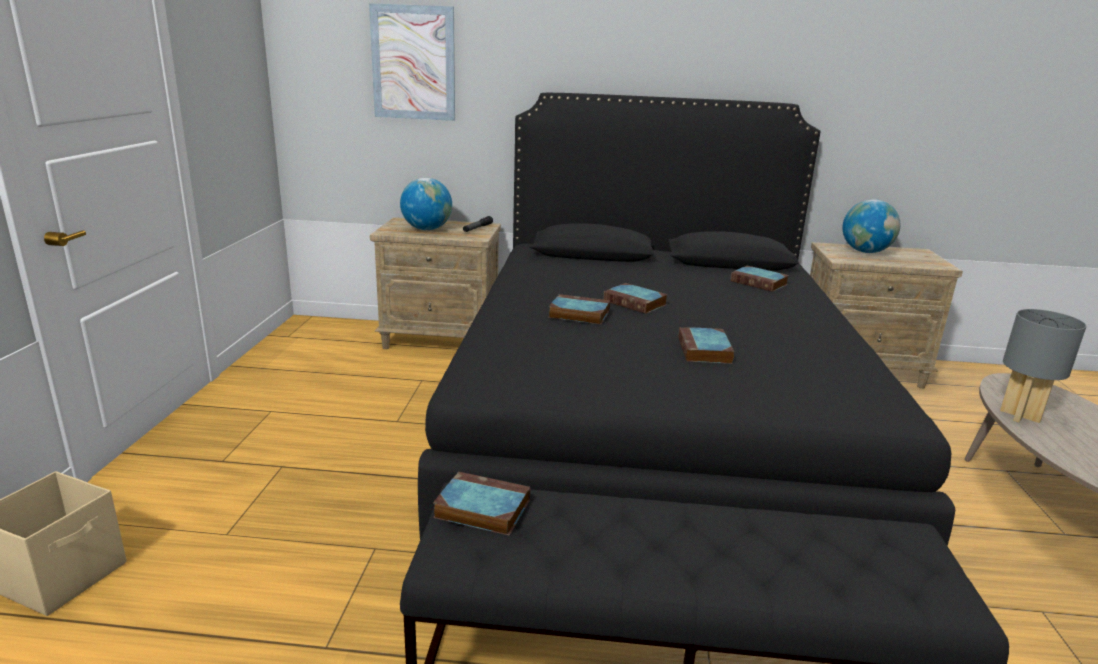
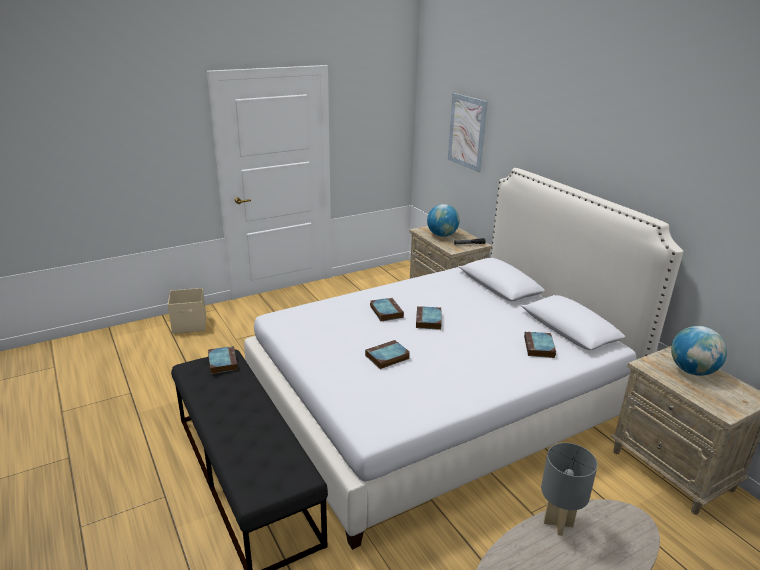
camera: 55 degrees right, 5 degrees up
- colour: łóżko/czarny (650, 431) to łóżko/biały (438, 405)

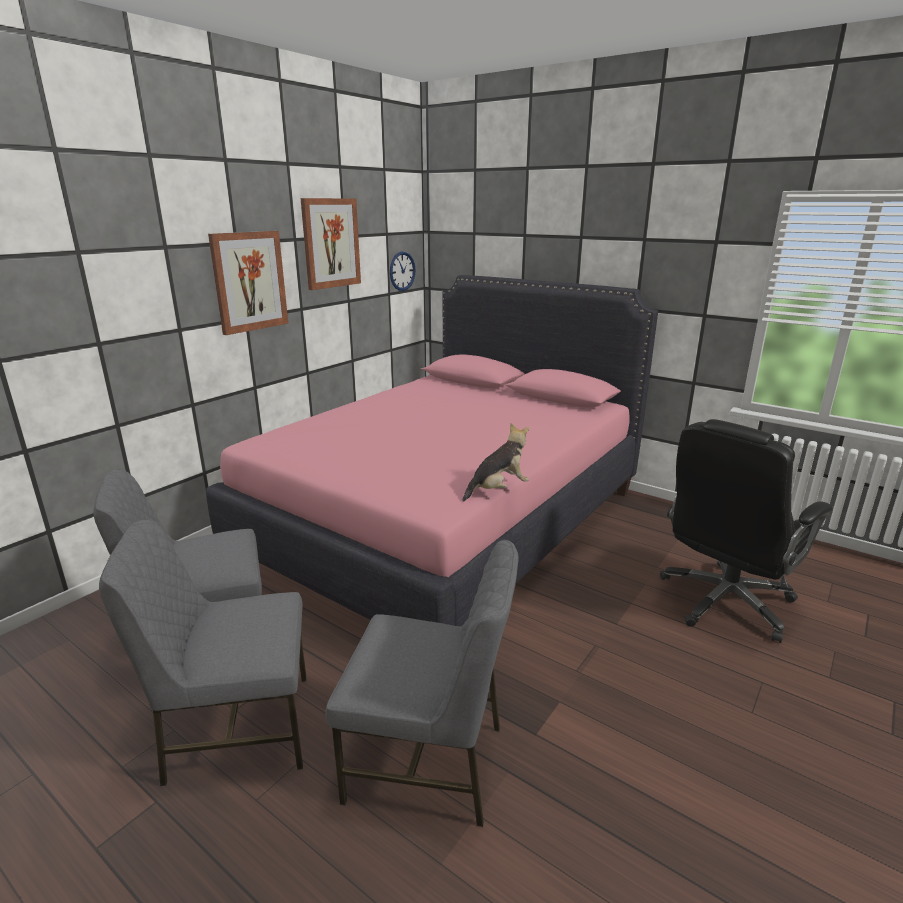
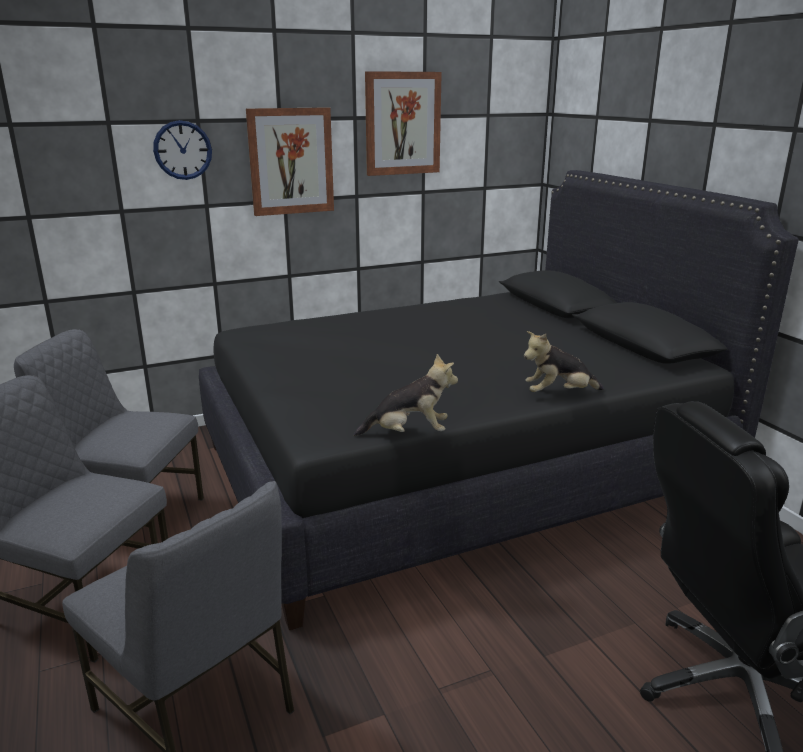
camera: 30 degrees right, 0 degrees up
- relocated: zegar ścienny (402, 271) to (182, 150)
- colour: łóżko/różowy (446, 522) to łóżko/czarny (455, 470)
- appeared: pluszak (558, 394)

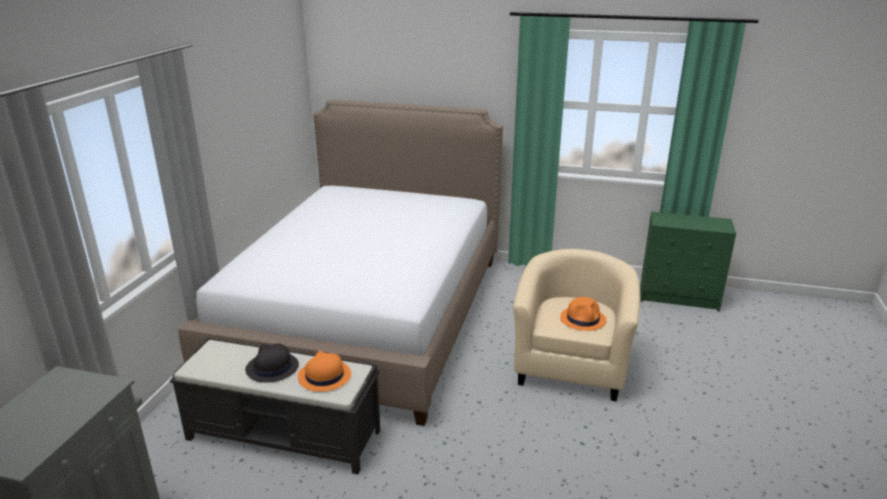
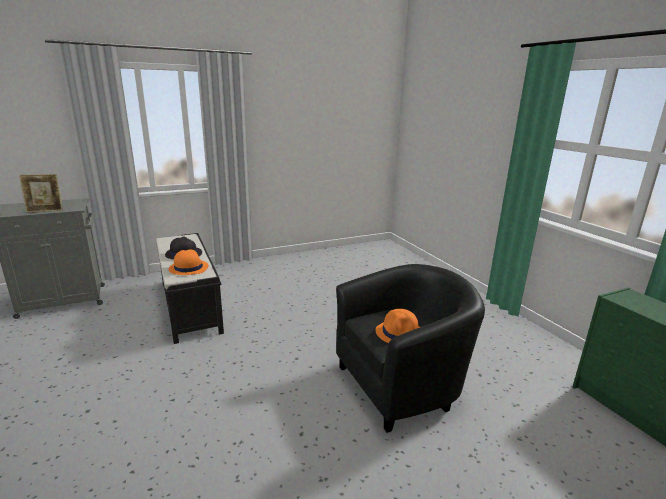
camera: 50 degrees right, 5 degrees down
- missing: łóżko (367, 315)
- colour: fotel/beżowy (571, 366) to fotel/czarny (402, 384)
- appeared: ramka na zdjęcie (45, 211)

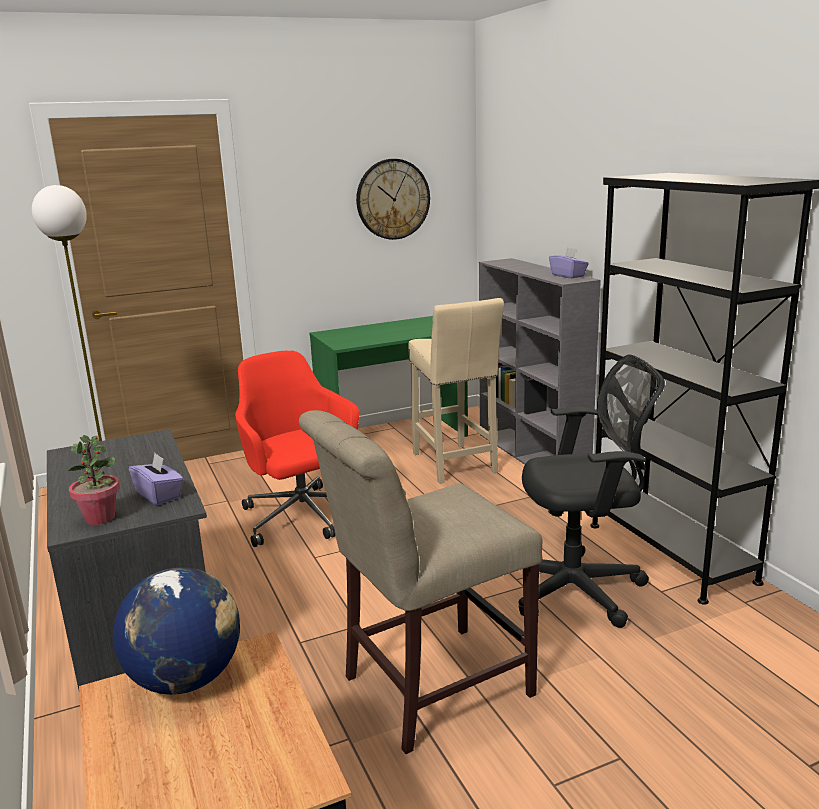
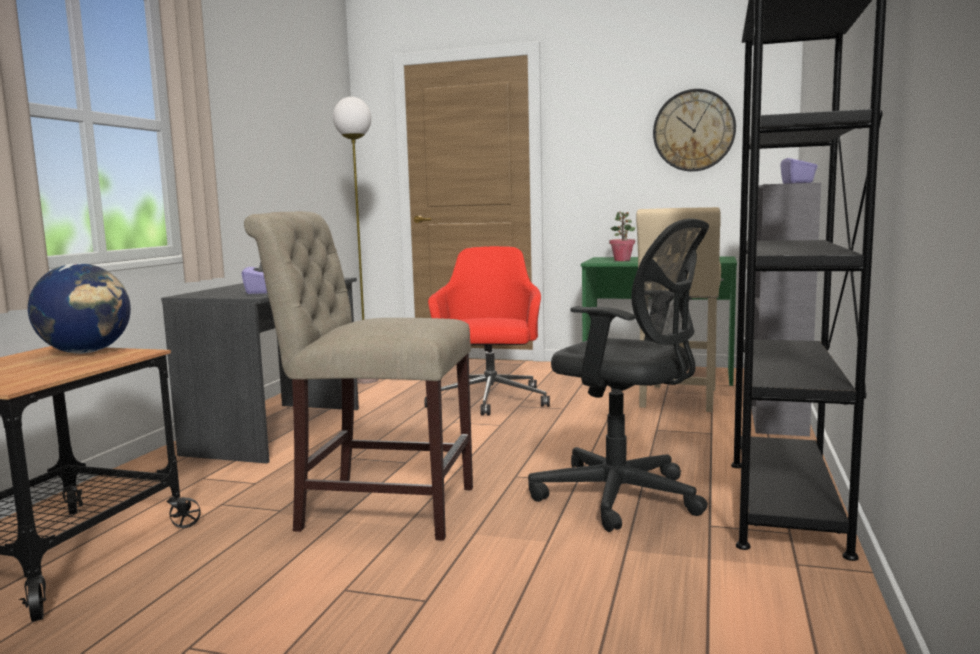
camera: 40 degrees right, 10 degrees down
- relocated: roślina doniczkowa (100, 518) to (622, 260)

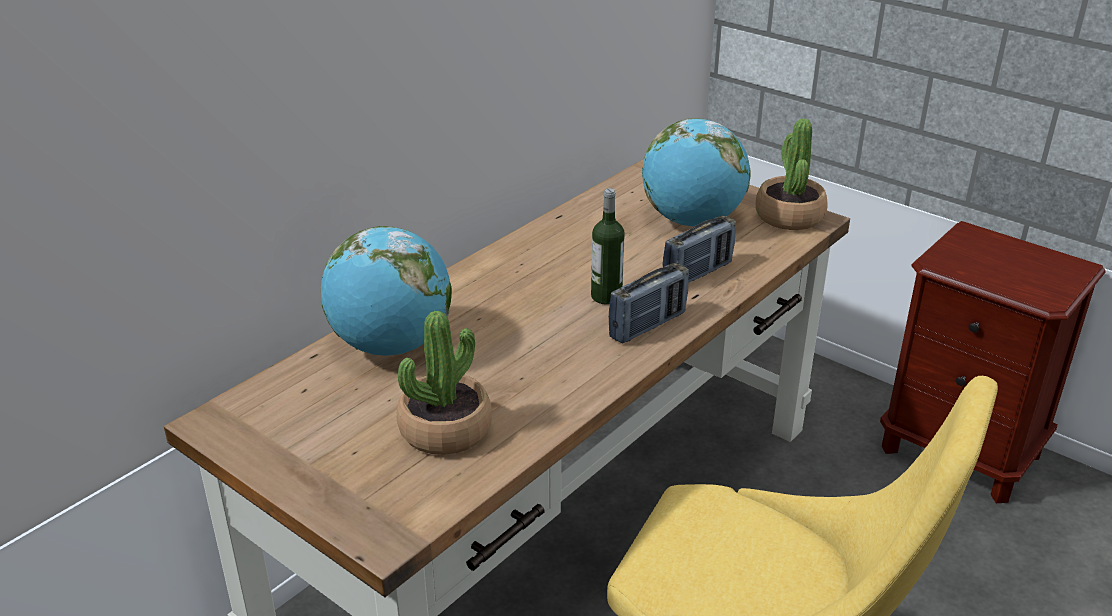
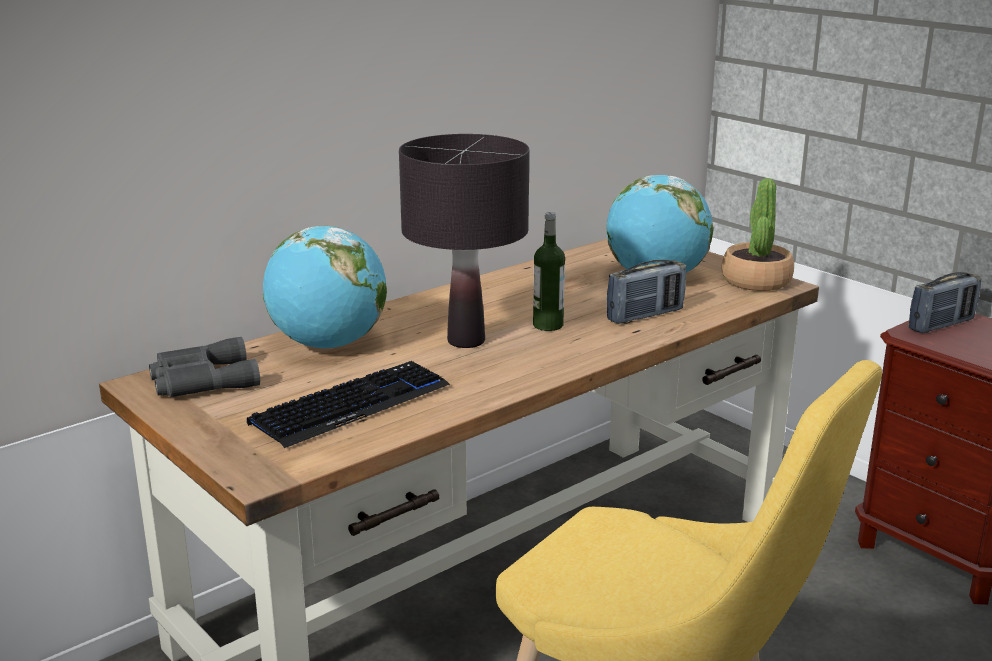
camera: 10 degrees right, 10 degrees down
- relocated: radio (647, 325) to (941, 325)
- exchanged: roślina doniczkowa (445, 429) to klawiatura (351, 405)
- appeared: lampa stołowa/czarny (465, 341)
- appeared: lornetka/szary (201, 380)

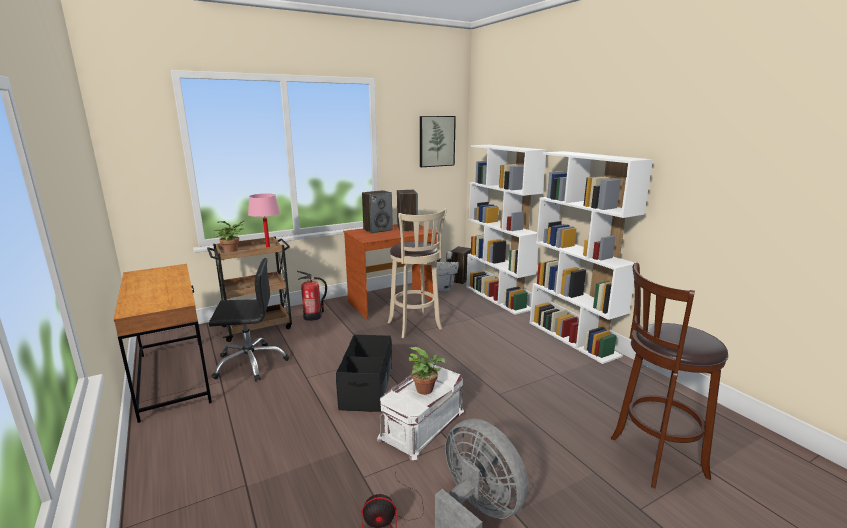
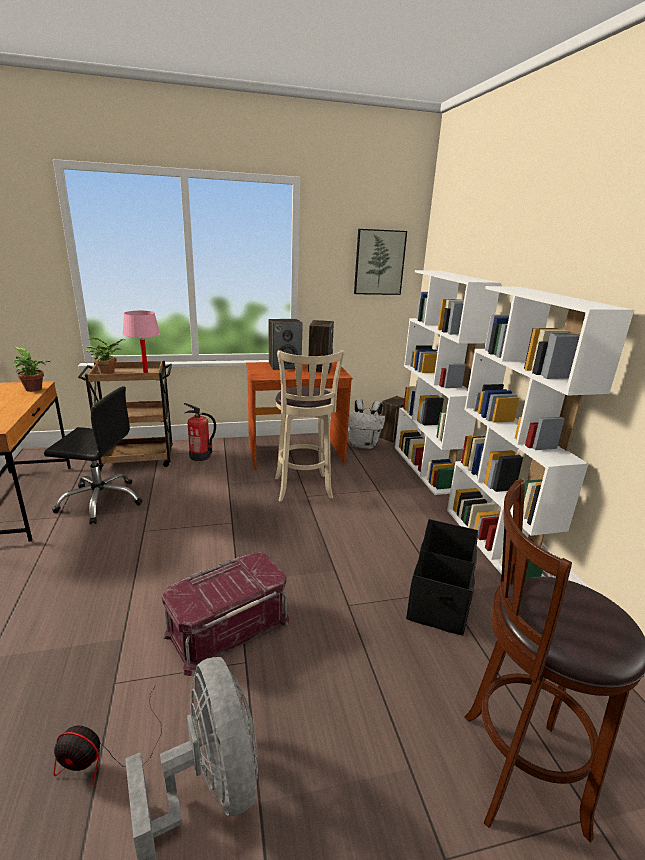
camera: 15 degrees right, 5 degrees up
- relocated: pojemnik do przechowywania/czarny (367, 388) to (441, 593)
- relocated: roślina doniczkowa (427, 390) to (35, 389)
- colour: pojemnik do przechowywania/biały (422, 425) to pojemnik do przechowywania/czerwony (227, 626)

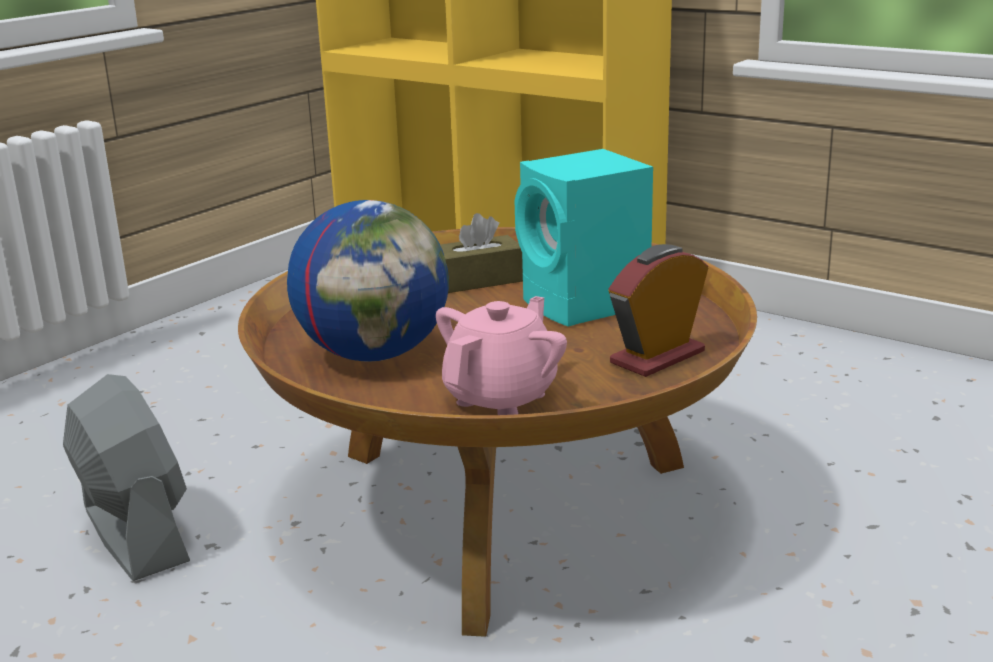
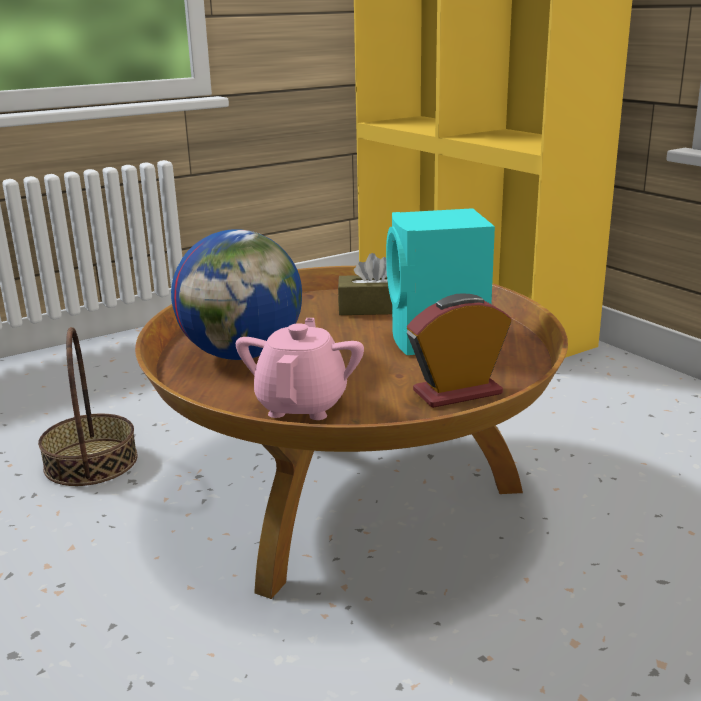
camera: 20 degrees right, 0 degrees up
- spun: imbryk/różowy (502, 397) = (302, 405) 45 degrees counterclockwise
- exchanged: wentylator/szary (135, 534) to koszyk (90, 462)

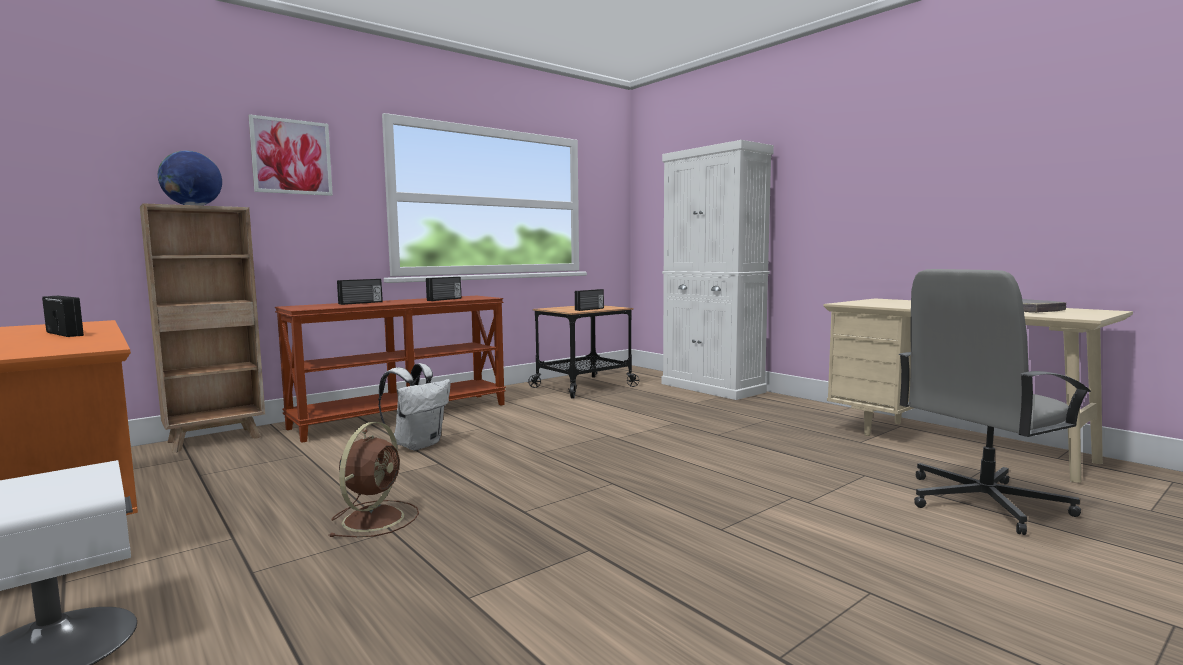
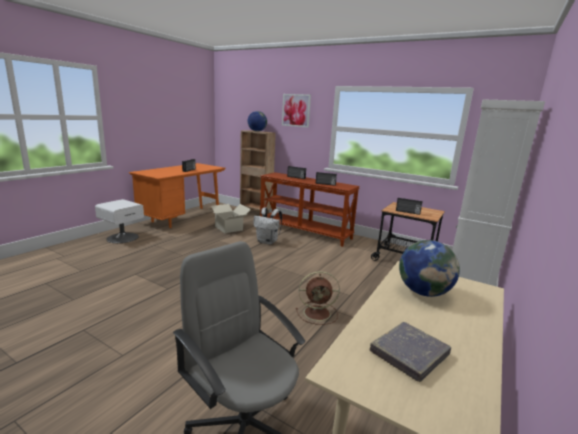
camera: 70 degrees right, 10 degrees up
- relocated: wentylator/brązowy (375, 518) to (318, 313)
- appeared: karton (229, 228)
- appeared: globus (423, 292)

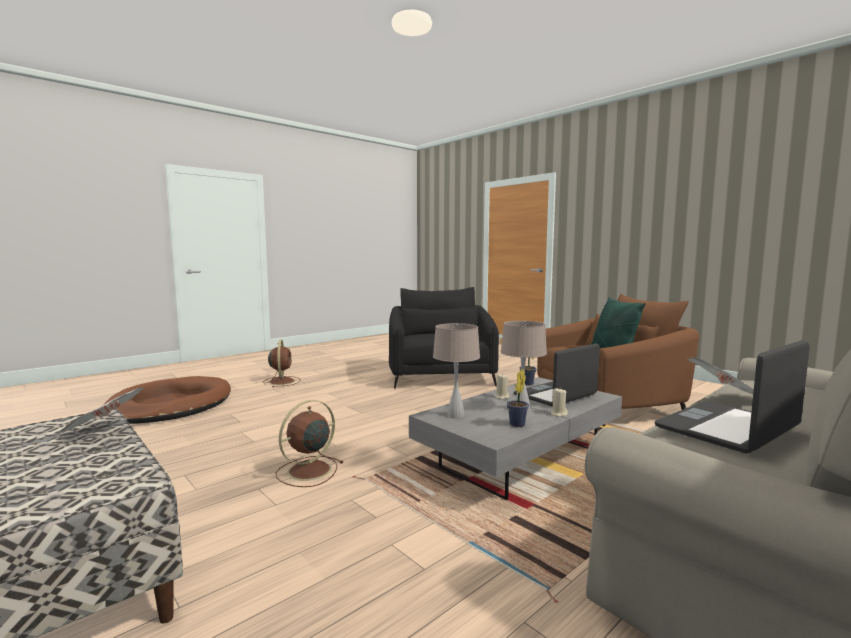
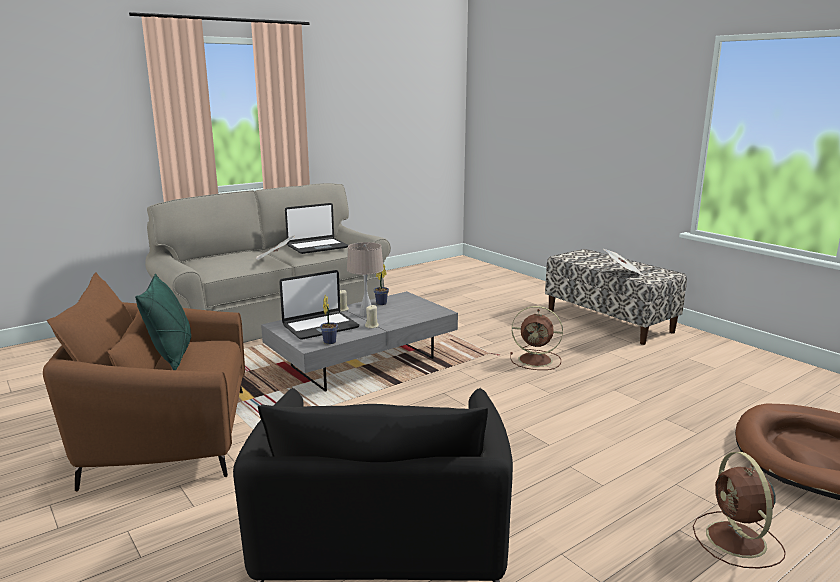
camera: 175 degrees left, 10 degrees up
- missing: lampa stołowa/beżowy (455, 415)
- spun: wentylator/brązowy (307, 471) = (536, 360) 60 degrees clockwise

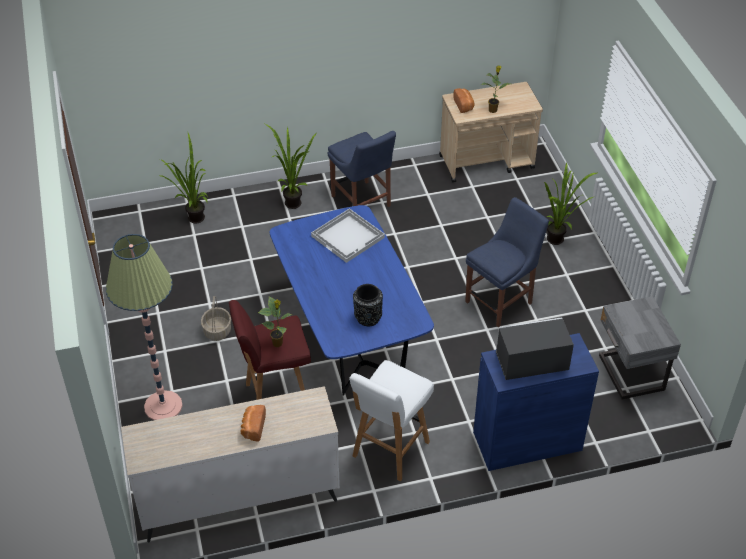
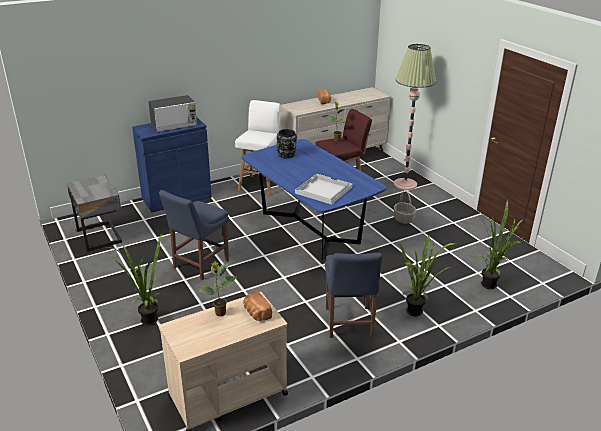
camera: 165 degrees right, 15 degrees down
- spun: krzesło/niebieski (362, 203) = (349, 324) 135 degrees counterclockwise

